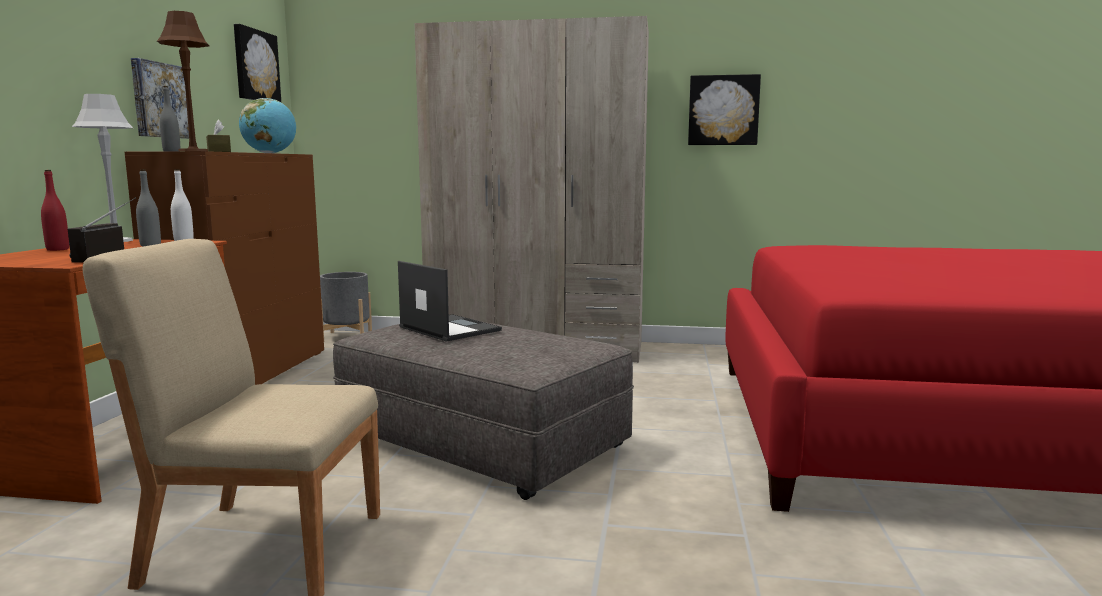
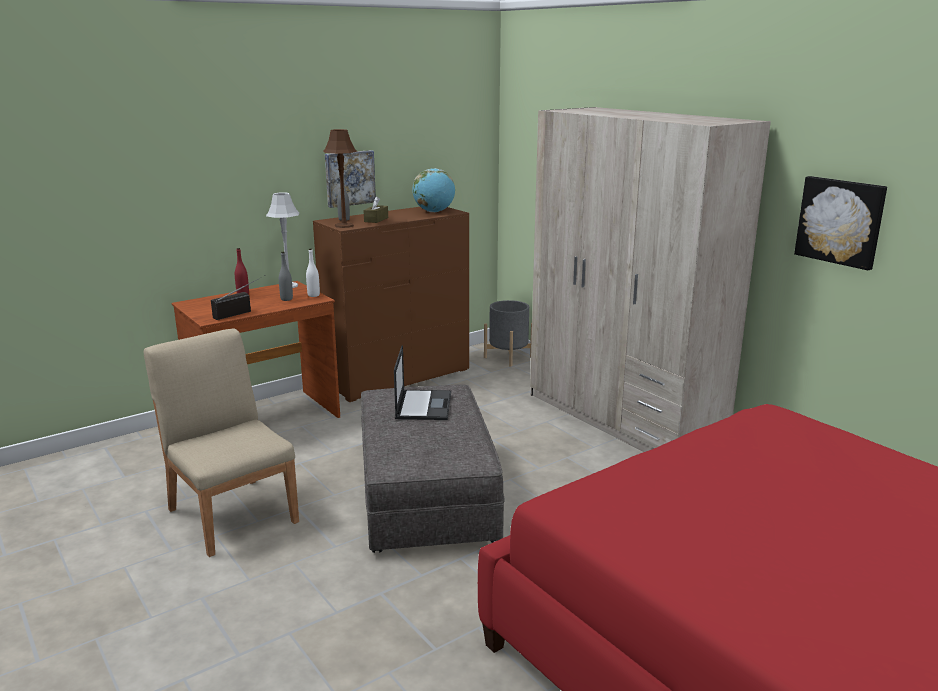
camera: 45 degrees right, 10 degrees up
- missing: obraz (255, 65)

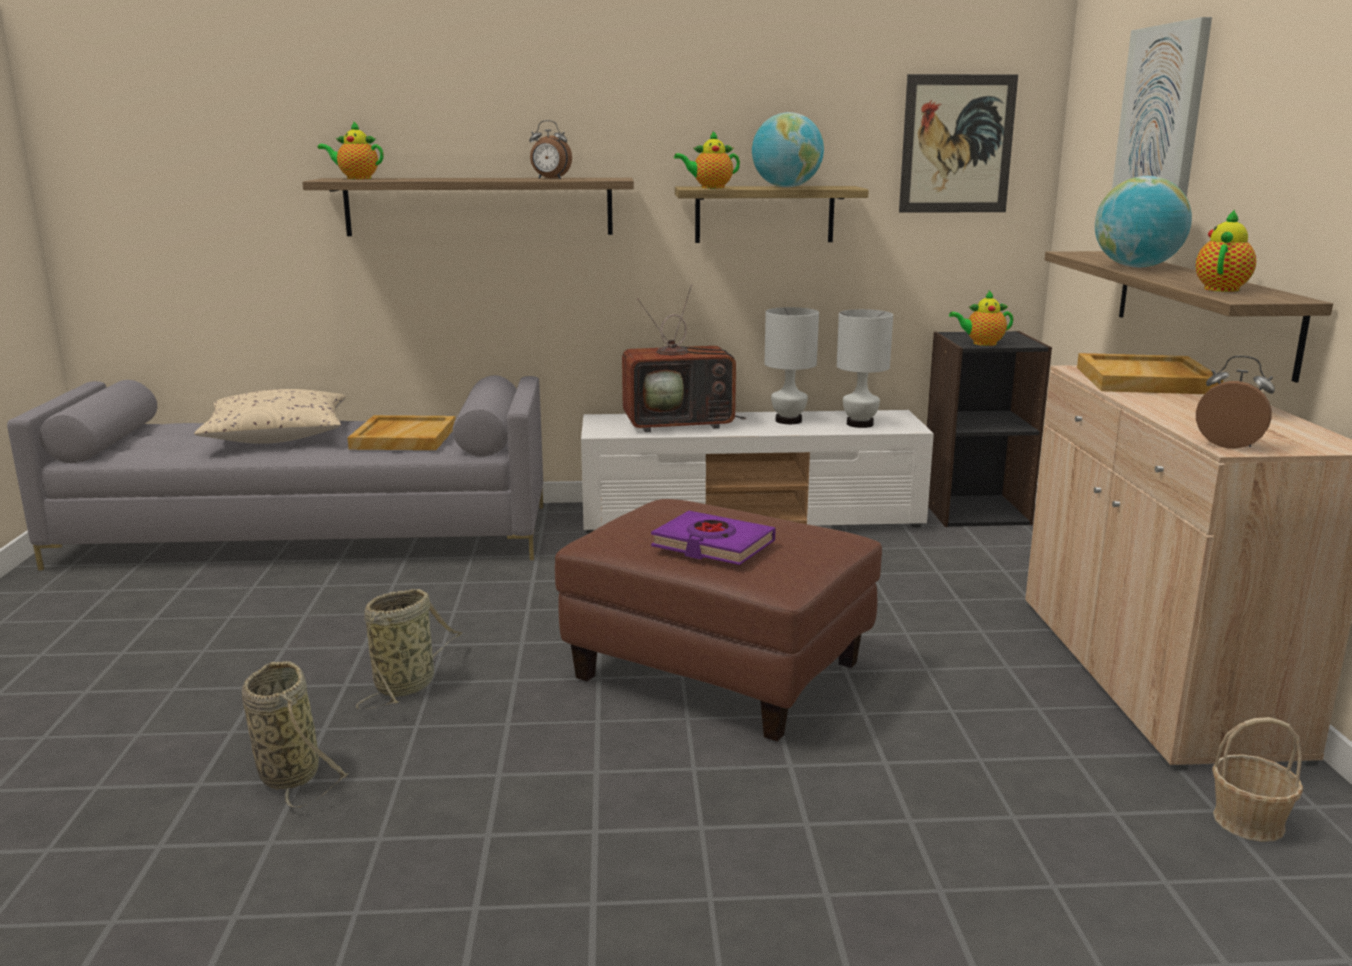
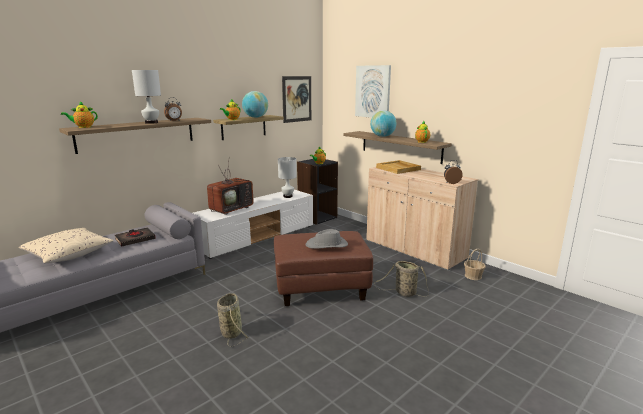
camera: 40 degrees left, 0 degrees up
- relocated: lampa stołowa/biały (789, 420) to (151, 122)
- exchanged: taca/beżowy (403, 437) to książka/czarny (135, 239)
- exchanged: książka/fioletowy (712, 545) to kapelusz/szary (327, 245)
- relocated: koszyk (288, 772) to (404, 293)

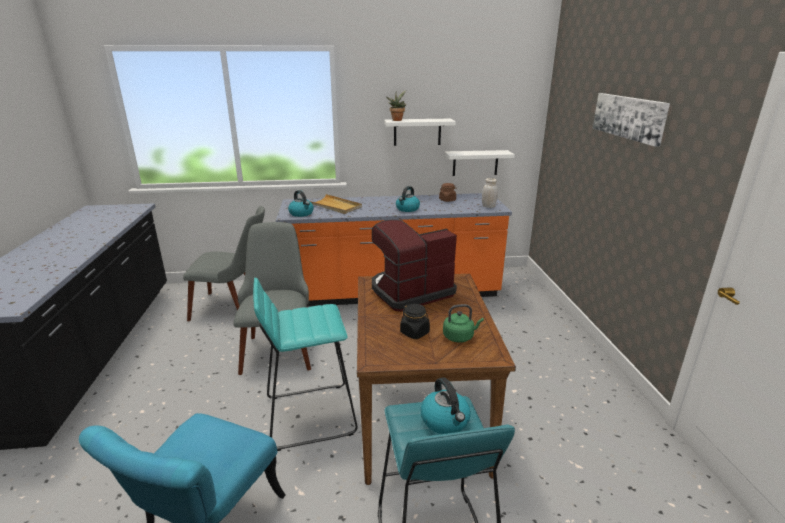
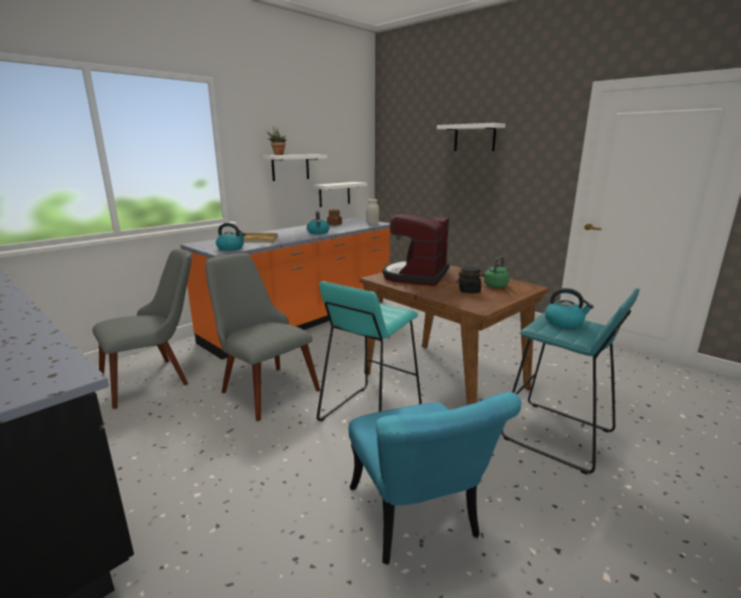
camera: 40 degrees left, 5 degrees down
- exchanged: obraz (629, 117) to półka/biały (474, 137)

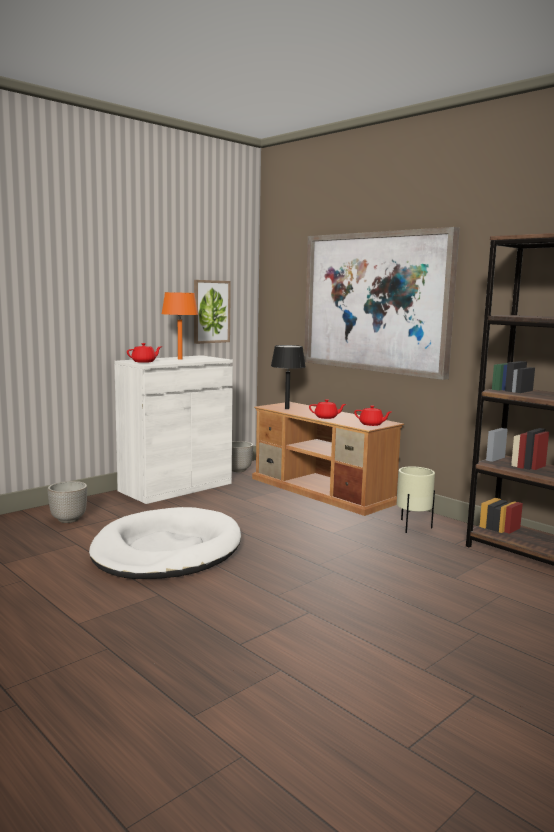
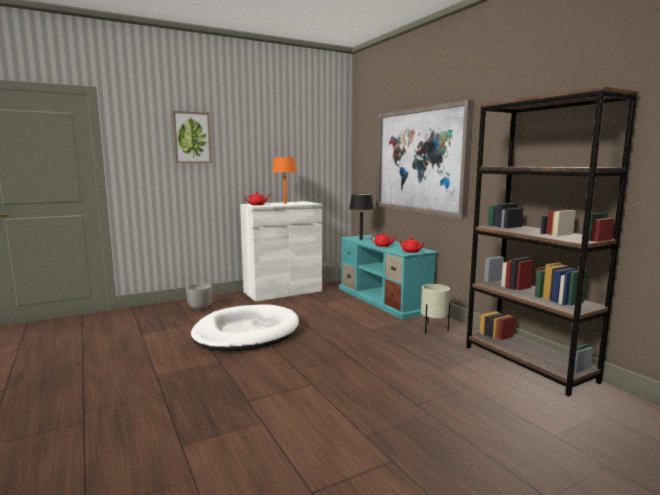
camera: 15 degrees right, 0 degrees up
- relocated: obraz (211, 311) to (192, 137)
- colour: szafka pod telewizor/brązowy (323, 490) to szafka pod telewizor/turkusowy (383, 299)

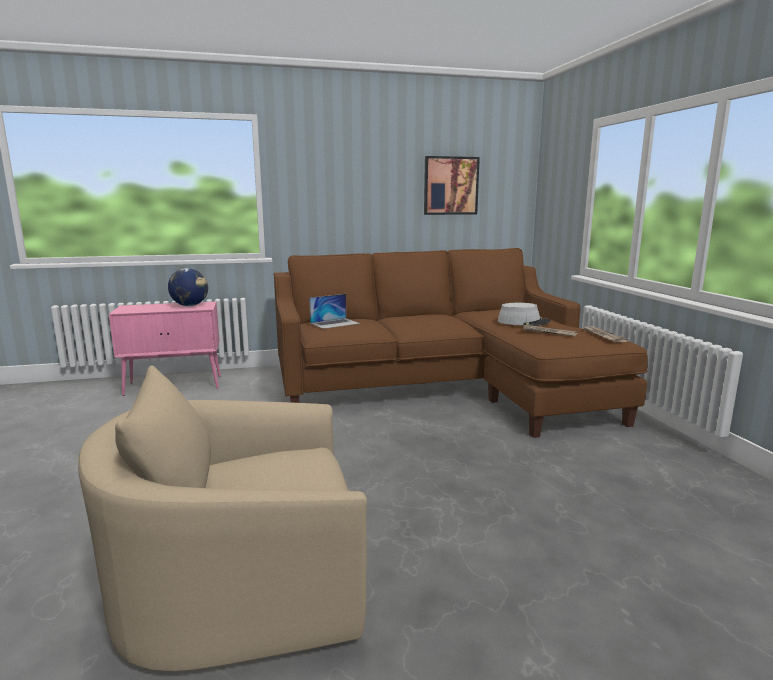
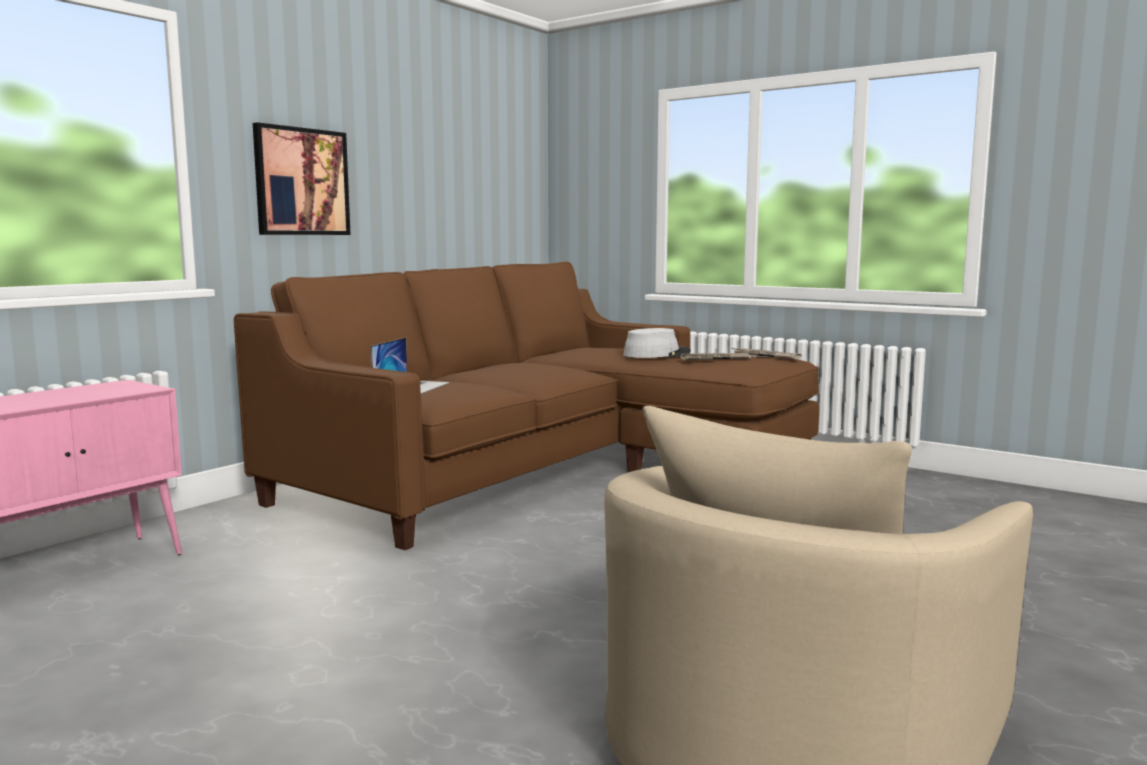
camera: 40 degrees left, 5 degrees down
- relocated: obraz (450, 186) to (301, 182)
- missing: globus (190, 305)

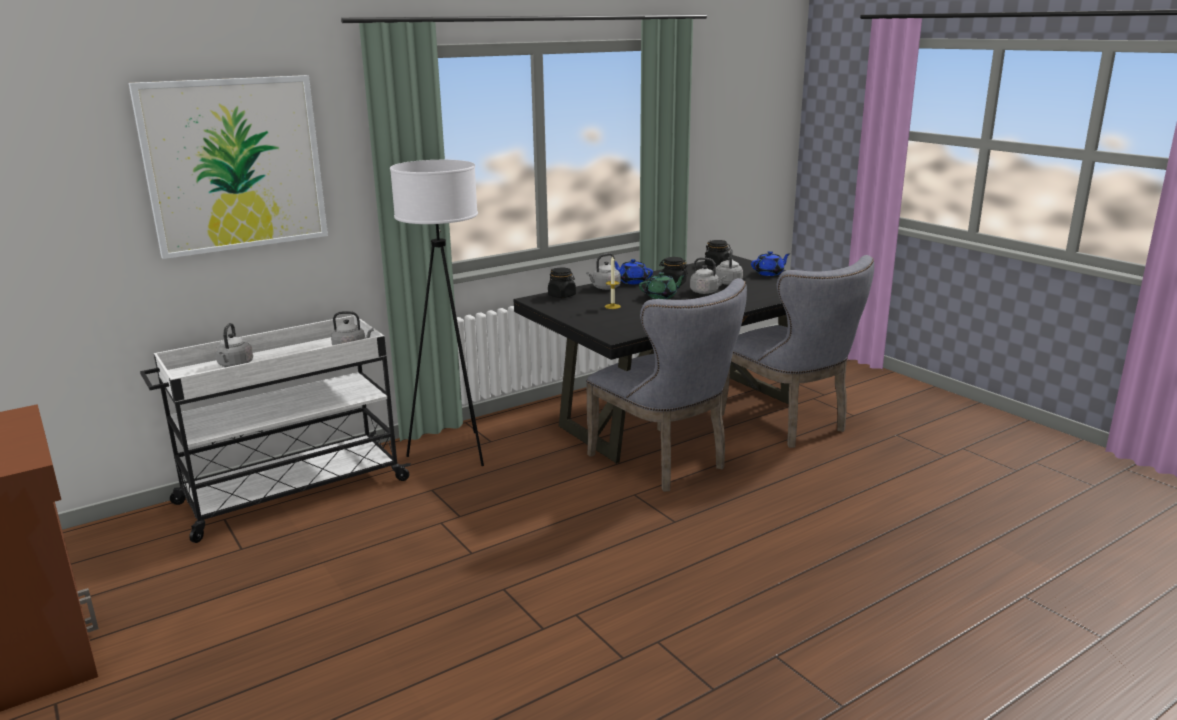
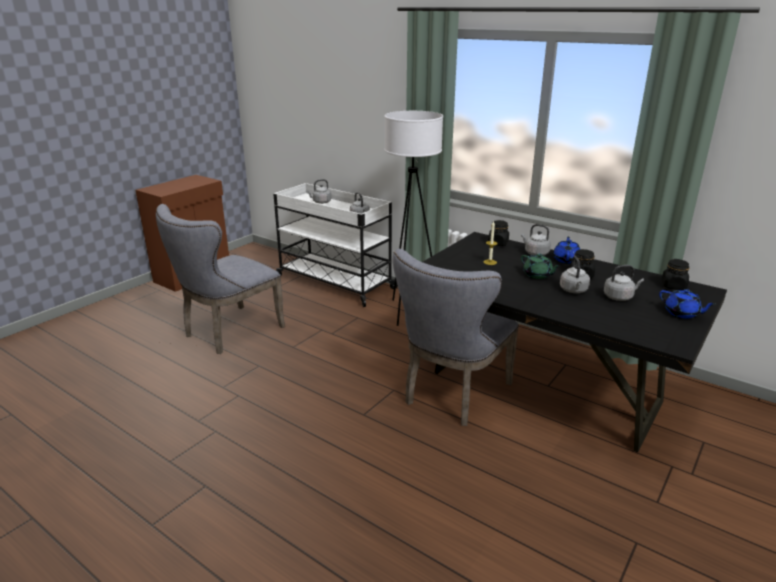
camera: 70 degrees right, 5 degrees up
- missing: obraz (234, 164)
- relocated: krzesło/szary (789, 424) to (228, 332)

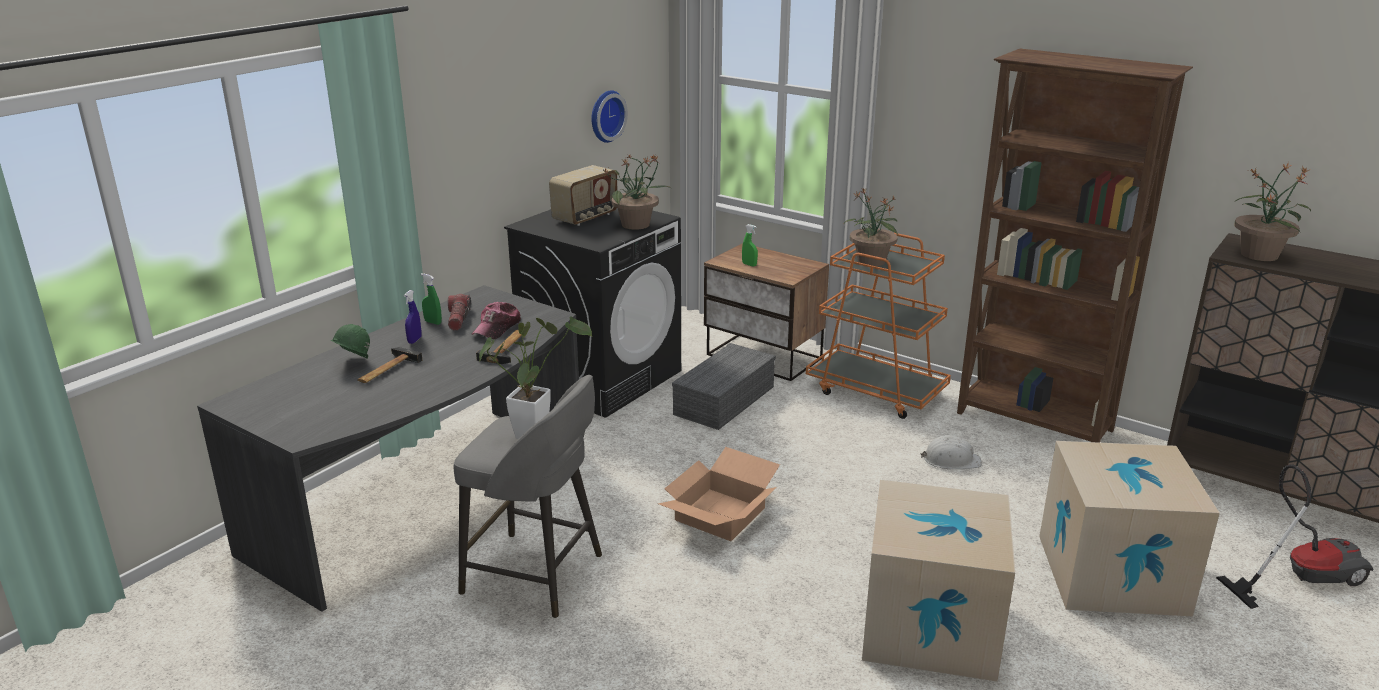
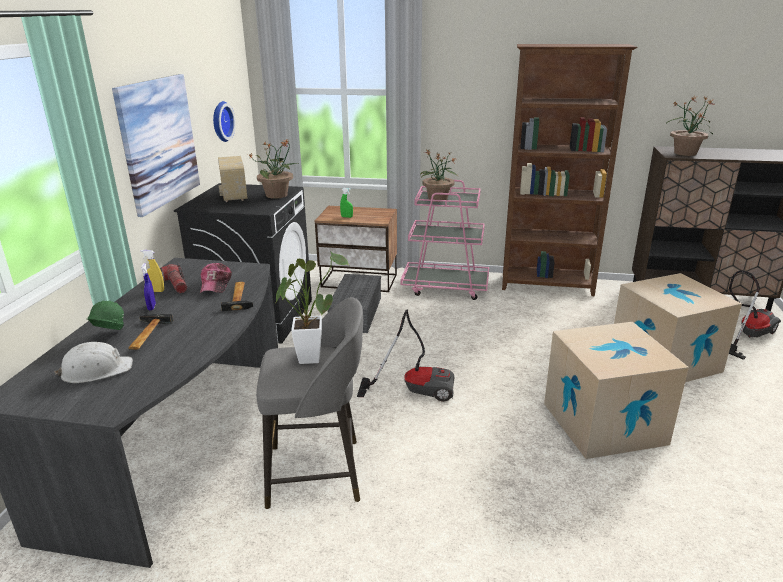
camera: 25 degrees left, 0 degrees up
- spun: radio (586, 217) = (233, 196) 150 degrees clockwise
- colour: wózek/pomarańczowy (876, 391) to wózek/różowy (445, 287)
- colour: spryskiwacz/zielony (433, 322) to spryskiwacz/żółty (155, 291)
- relocated: kask/biały (951, 460) to (96, 370)
- exchanged: karton (720, 515) to odkurzacz (415, 389)
- appeared: obraz (159, 142)

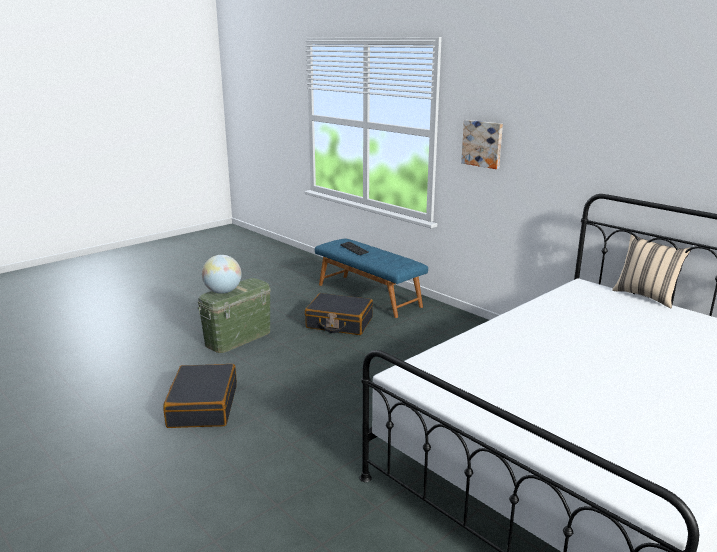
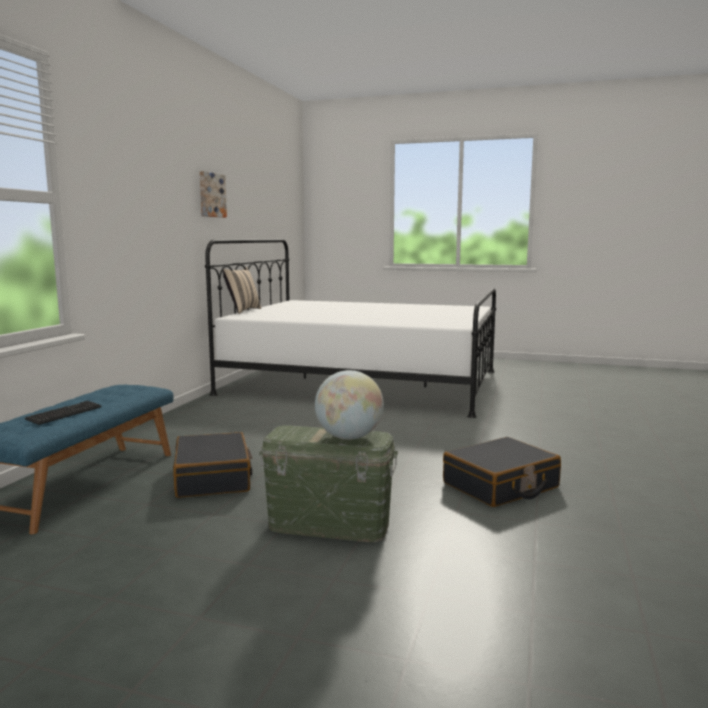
camera: 120 degrees left, 10 degrees down
- relocated: obraz (483, 143) to (211, 195)

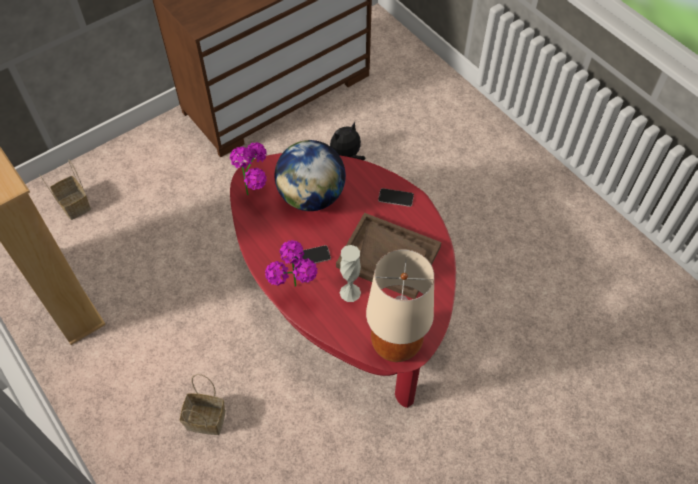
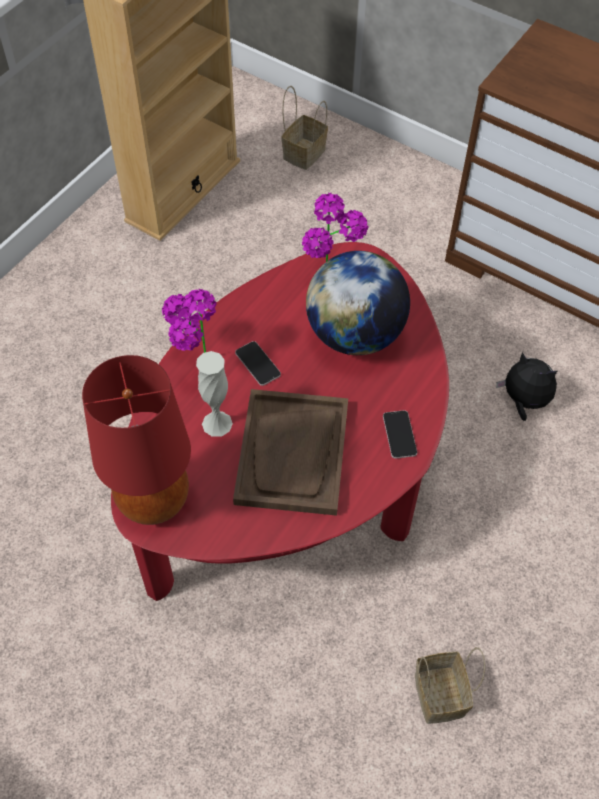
camera: 70 degrees right, 0 degrees up
- colour: lampa stołowa/beżowy (395, 344) to lampa stołowa/czerwony (153, 499)
- relocated: koszyk (207, 419) to (441, 696)

